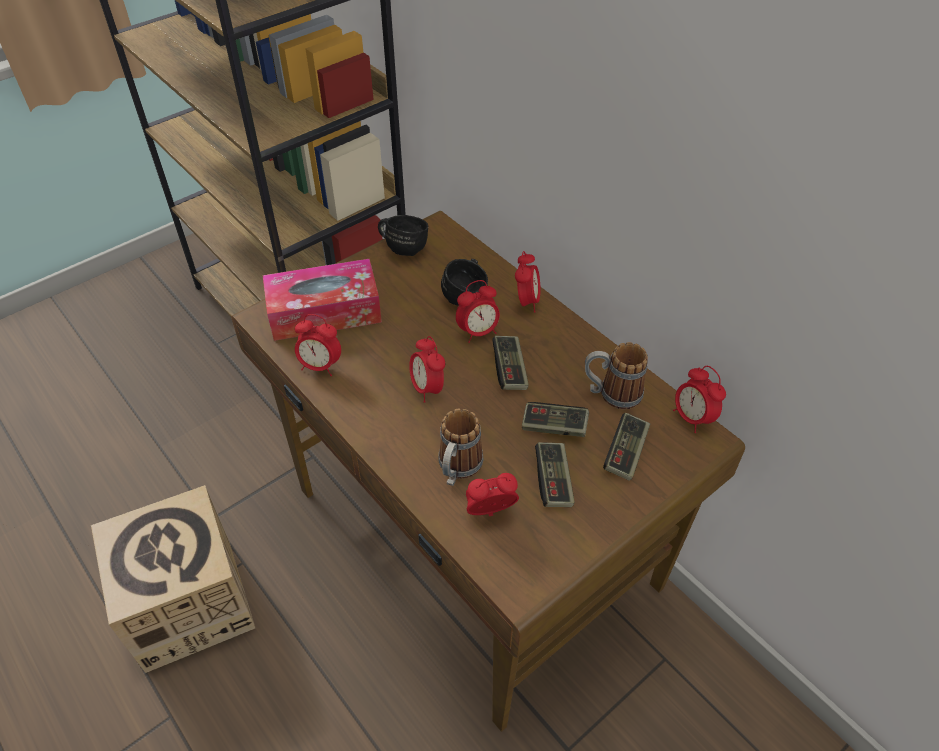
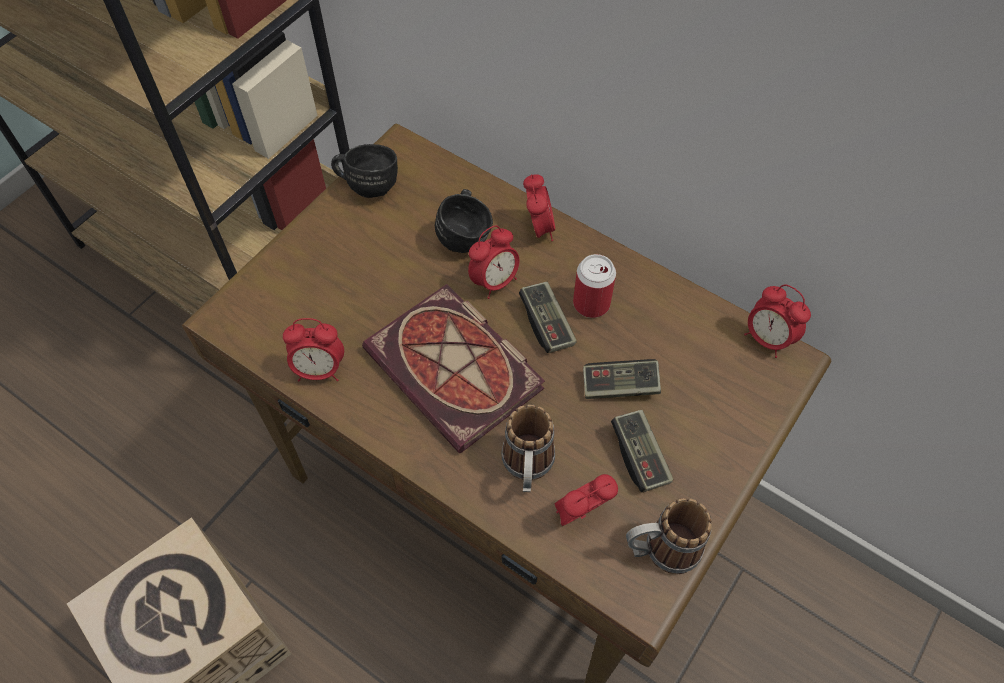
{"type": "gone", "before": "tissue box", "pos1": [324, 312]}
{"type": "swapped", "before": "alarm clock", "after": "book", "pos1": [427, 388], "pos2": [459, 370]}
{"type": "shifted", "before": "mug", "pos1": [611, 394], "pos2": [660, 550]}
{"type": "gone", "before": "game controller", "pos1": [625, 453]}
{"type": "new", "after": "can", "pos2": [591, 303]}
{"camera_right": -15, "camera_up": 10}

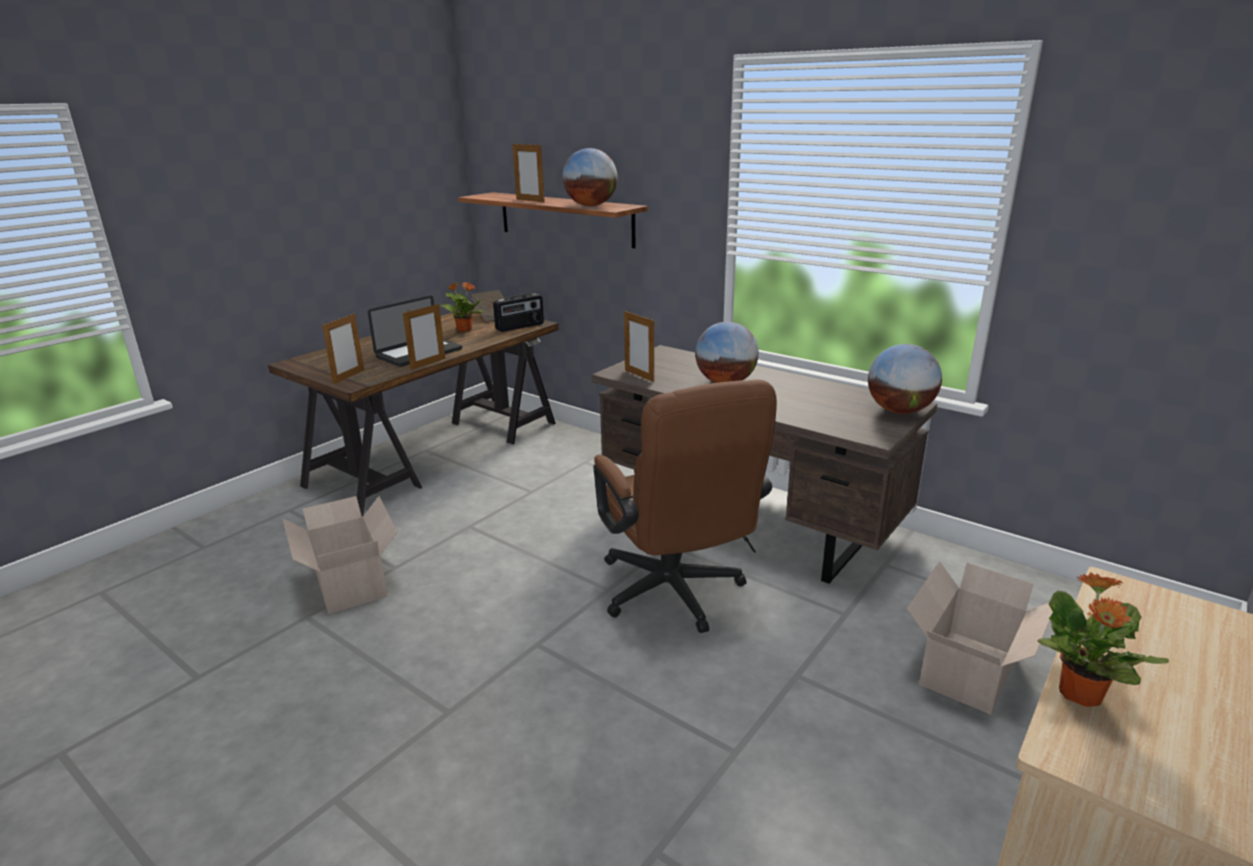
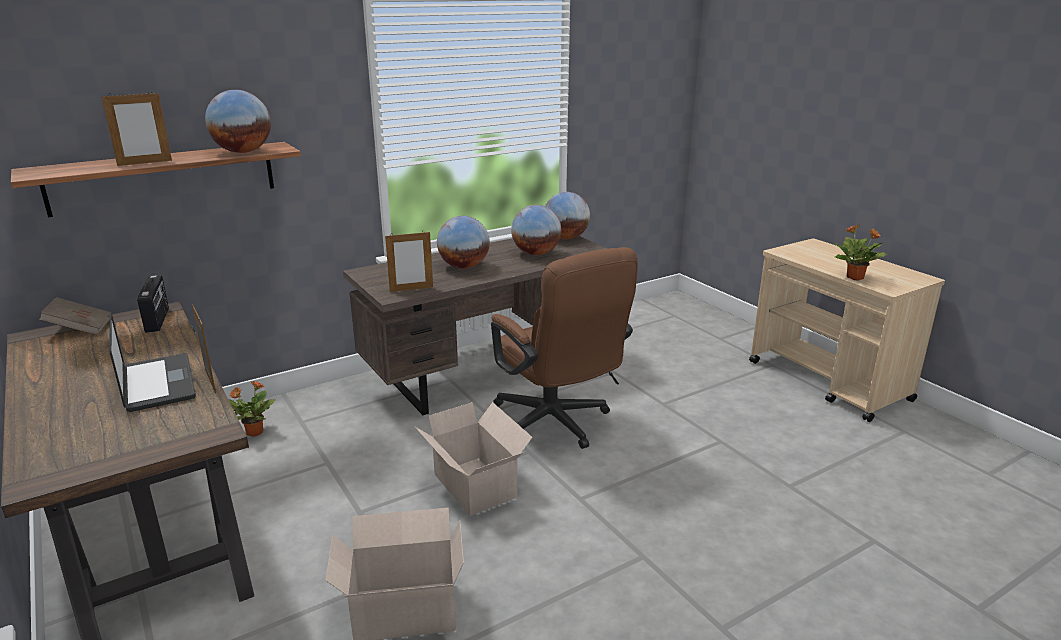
{"type": "shifted", "before": "potted plant", "pos1": [464, 330], "pos2": [254, 432]}
{"type": "gone", "before": "picture frame", "pos1": [349, 377]}
{"type": "rotated", "before": "office chair (brown)", "pos1": [676, 596], "pos2": [557, 424], "turn": 60}
{"type": "shifted", "before": "cardboard box", "pos1": [966, 672], "pos2": [475, 487]}
{"type": "new", "after": "globe", "pos2": [536, 253]}
{"camera_right": -70, "camera_up": 0}

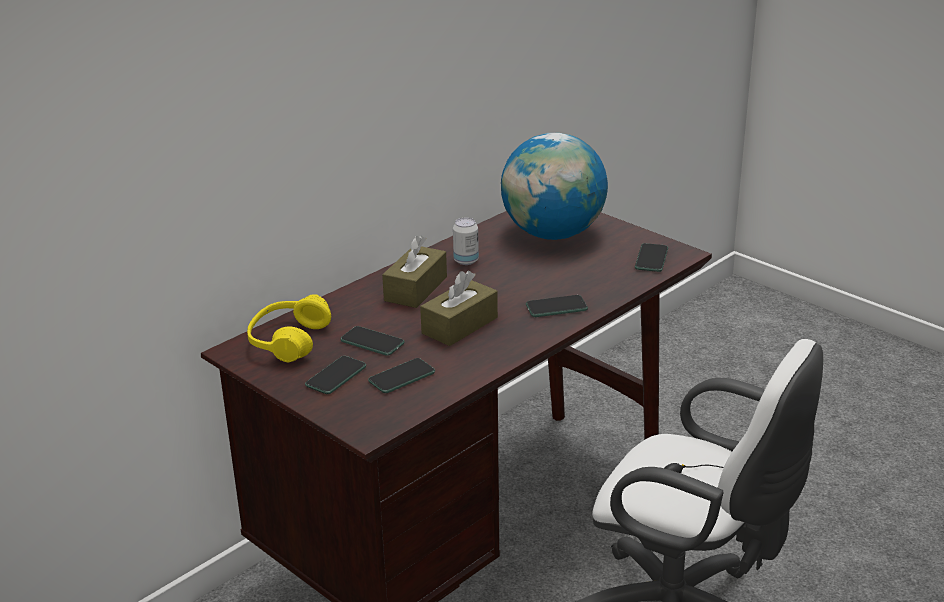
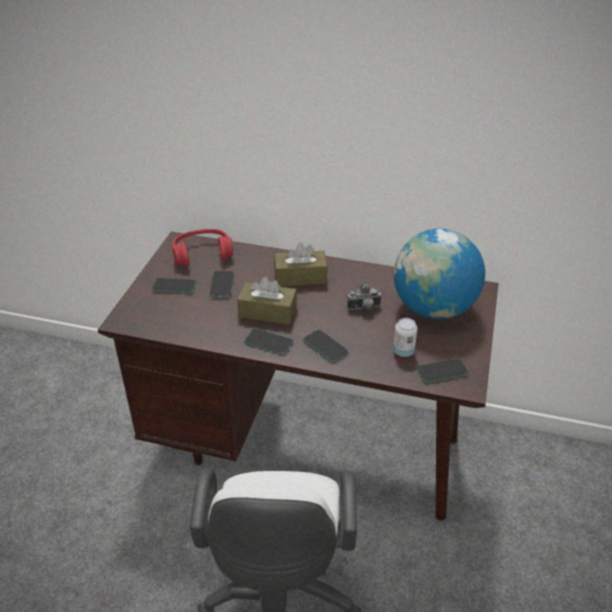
{"type": "shifted", "before": "can", "pos1": [466, 261], "pos2": [403, 351]}
{"type": "repainted", "before": "headphones (yellow)", "after": "headphones (red)", "pos1": [288, 341], "pos2": [202, 254]}
{"type": "shifted", "before": "phone", "pos1": [401, 377], "pos2": [269, 342]}
{"type": "new", "after": "photo camera", "pos2": [364, 308]}
{"camera_right": 60, "camera_up": 10}

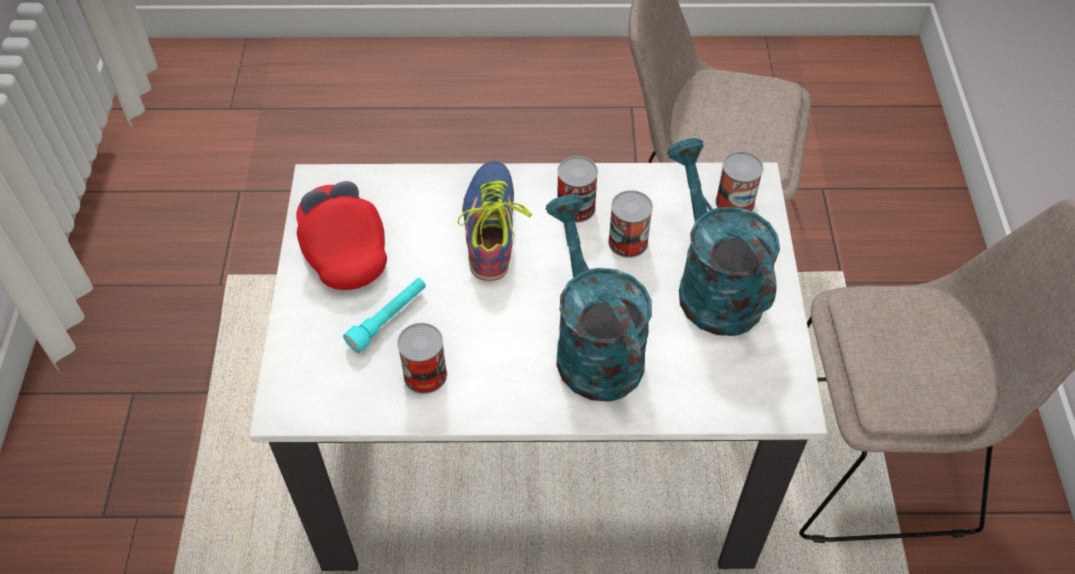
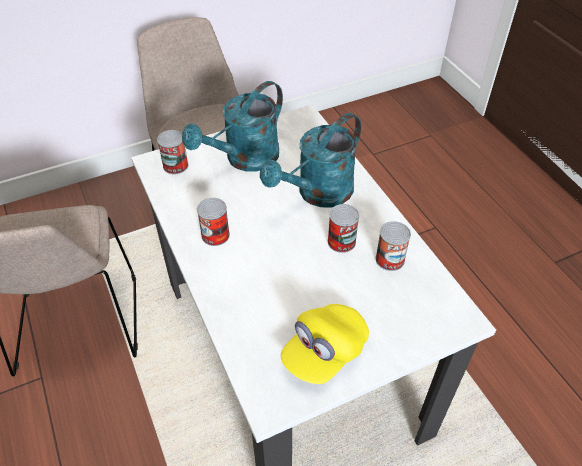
{"type": "gone", "before": "shoe", "pos1": [490, 227]}
{"type": "repainted", "before": "cap (red)", "after": "cap (yellow)", "pos1": [343, 249], "pos2": [324, 352]}
{"type": "shifted", "before": "can", "pos1": [628, 242], "pos2": [341, 241]}
{"type": "gone", "before": "flashlight (turquoise)", "pos1": [388, 319]}
{"camera_right": -115, "camera_up": -5}

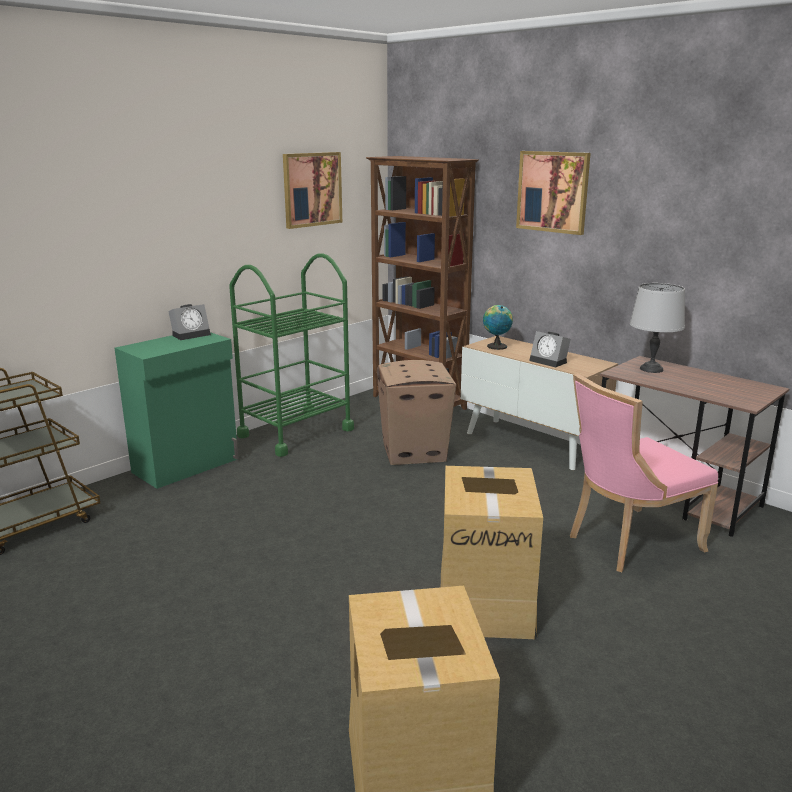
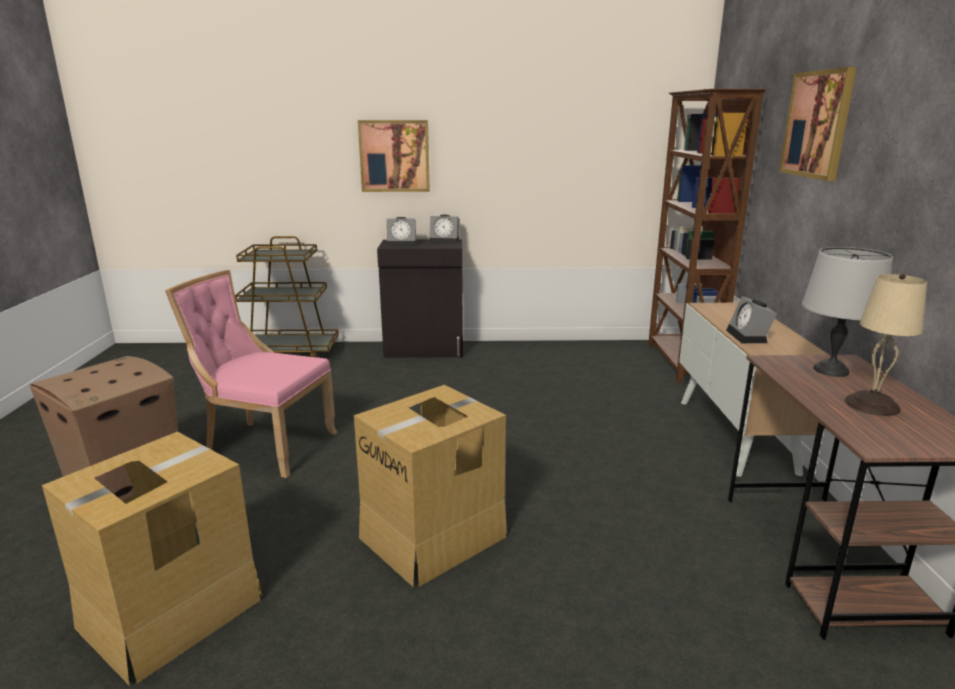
{"type": "shifted", "before": "picture", "pos1": [312, 189], "pos2": [394, 156]}
{"type": "gone", "before": "cart (green)", "pos1": [296, 432]}
{"type": "gone", "before": "globe", "pos1": [496, 346]}
{"type": "repainted", "before": "cabinet (green)", "after": "cabinet (black)", "pos1": [187, 466], "pos2": [425, 350]}
{"type": "shifted", "before": "cardboard box", "pos1": [414, 452], "pos2": [123, 483]}
{"type": "shifted", "before": "chair (pink)", "pos1": [629, 542], "pos2": [265, 445]}
{"type": "new", "after": "alarm clock", "pos2": [403, 244]}
{"type": "new", "after": "table lamp (beige)", "pos2": [871, 404]}
{"camera_right": 45, "camera_up": 0}

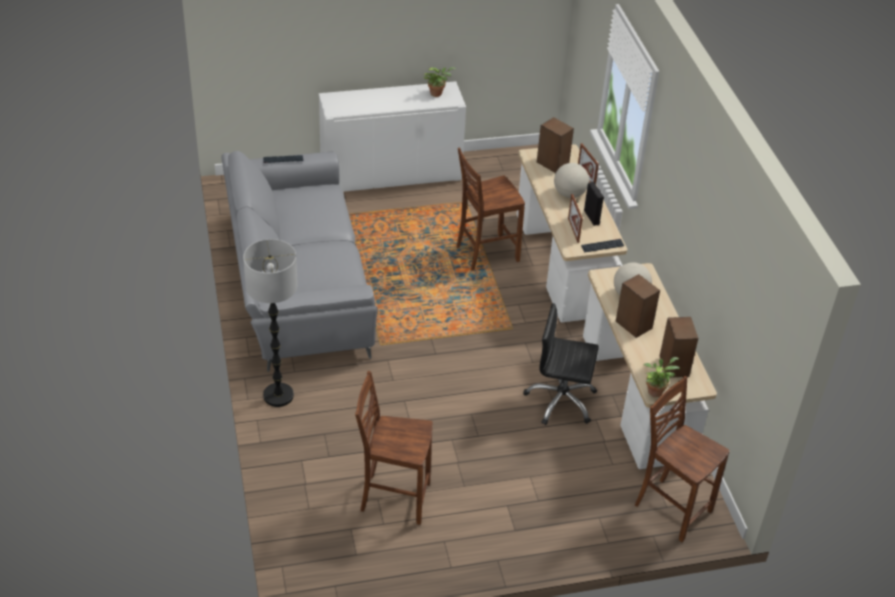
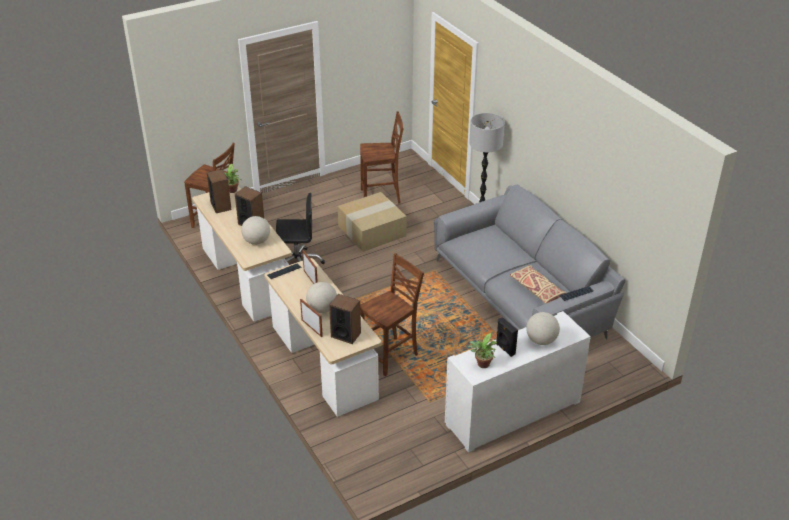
{"type": "shifted", "before": "speaker (black)", "pos1": [592, 217], "pos2": [505, 349]}
{"type": "new", "after": "cardboard box", "pos2": [372, 230]}
{"type": "new", "after": "pillow (beige)", "pos2": [537, 290]}
{"type": "new", "after": "globe", "pos2": [541, 340]}
{"camera_right": 165, "camera_up": -5}

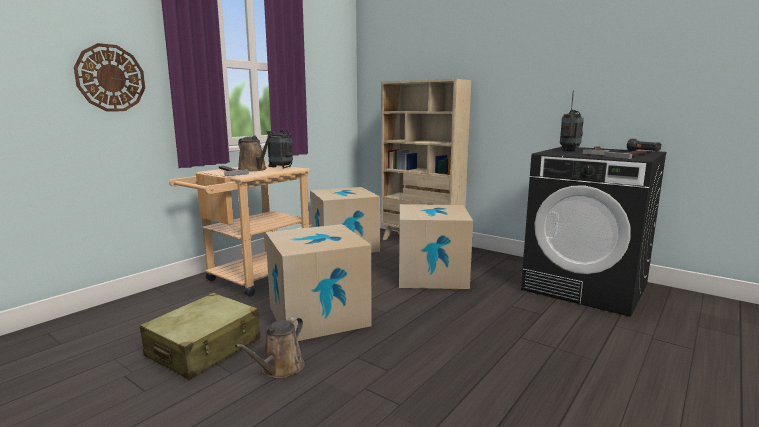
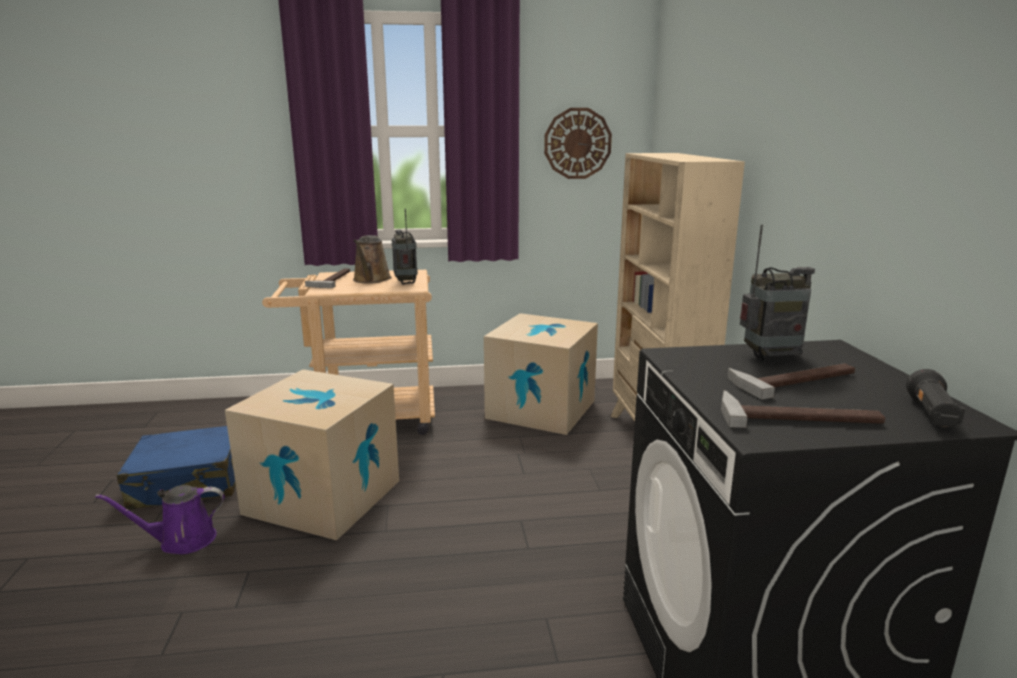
{"type": "shifted", "before": "wall clock", "pos1": [110, 78], "pos2": [577, 143]}
{"type": "gone", "before": "cardboard box", "pos1": [431, 275]}
{"type": "repainted", "before": "suitcase (beige)", "after": "suitcase (blue)", "pos1": [204, 348], "pos2": [190, 483]}
{"type": "repainted", "before": "watering can (brown)", "after": "watering can (purple)", "pos1": [280, 369], "pos2": [182, 541]}
{"camera_right": 45, "camera_up": 5}

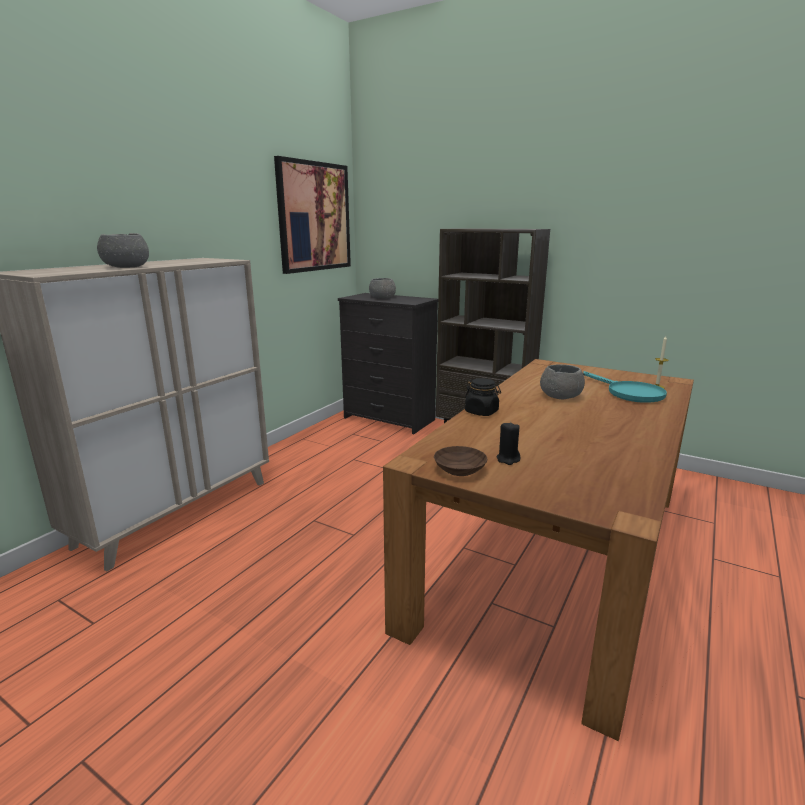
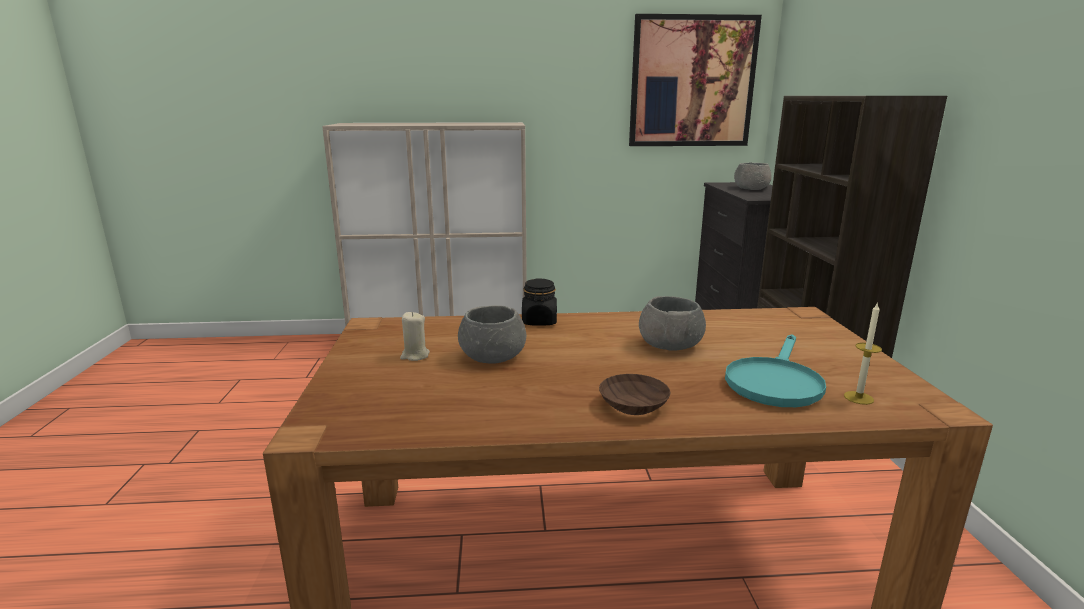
{"type": "shifted", "before": "bowl (grey)", "pos1": [127, 267], "pos2": [493, 356]}
{"type": "repainted", "before": "candle (black)", "after": "candle (beige)", "pos1": [508, 459], "pos2": [415, 356]}
{"type": "shifted", "before": "bowl (brown)", "pos1": [458, 469], "pos2": [631, 405]}
{"camera_right": 55, "camera_up": 0}

